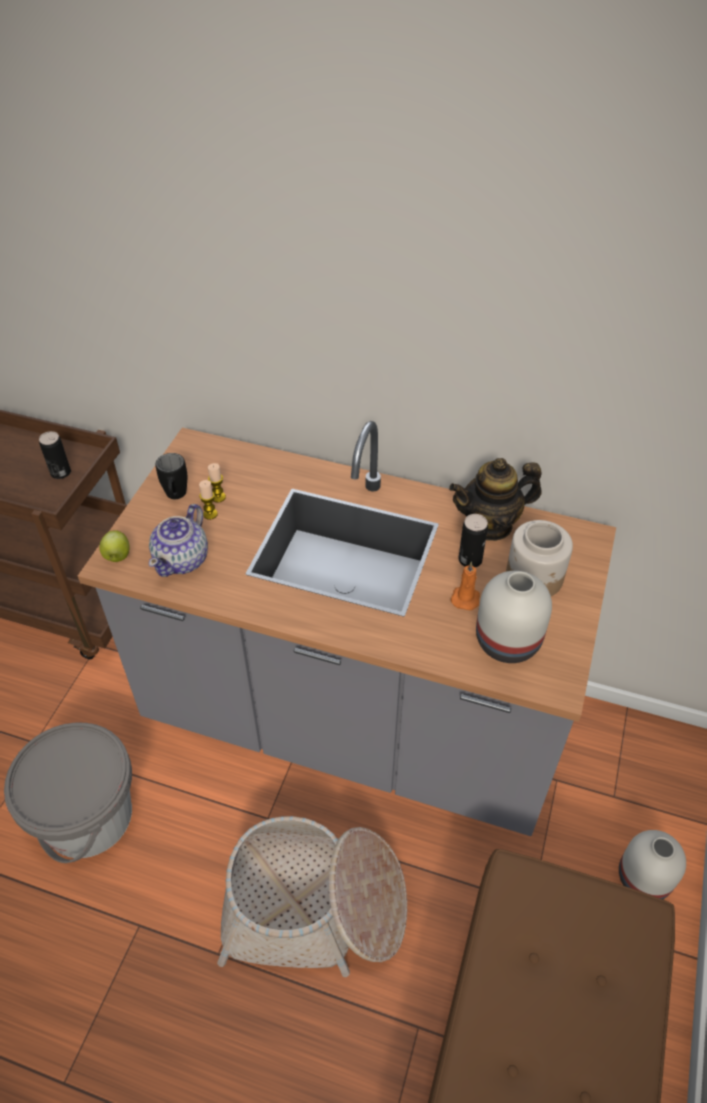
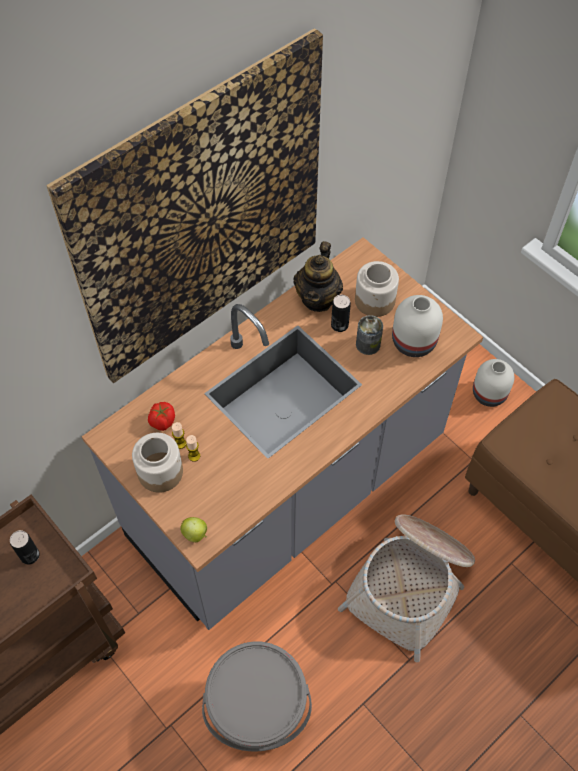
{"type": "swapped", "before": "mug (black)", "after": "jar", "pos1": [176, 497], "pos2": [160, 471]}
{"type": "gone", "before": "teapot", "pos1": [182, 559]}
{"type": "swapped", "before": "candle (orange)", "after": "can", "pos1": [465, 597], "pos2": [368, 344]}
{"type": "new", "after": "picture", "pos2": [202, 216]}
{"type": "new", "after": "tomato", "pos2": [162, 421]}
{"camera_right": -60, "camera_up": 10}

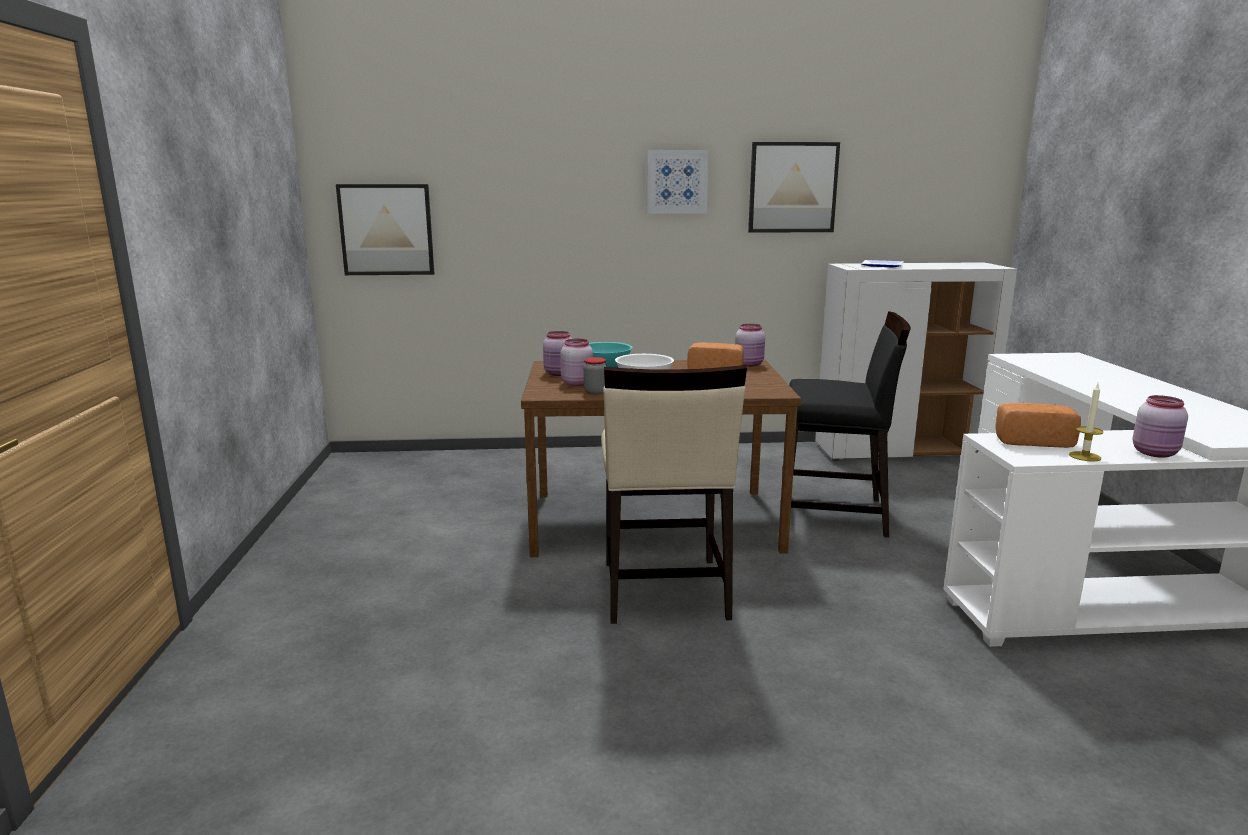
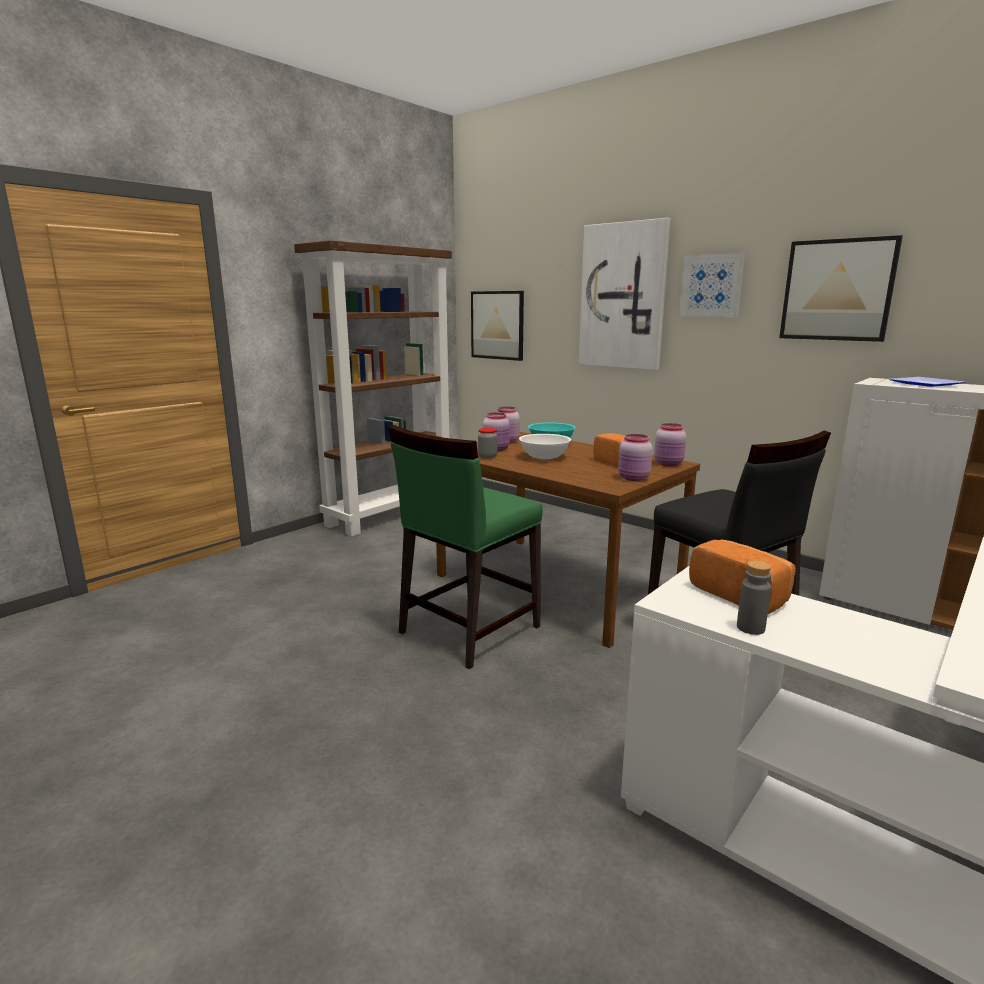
{"type": "repainted", "before": "chair (beige)", "after": "chair (green)", "pos1": [663, 590], "pos2": [468, 629]}
{"type": "swapped", "before": "candle", "after": "bottle (grey)", "pos1": [1084, 456], "pos2": [750, 628]}
{"type": "shifted", "before": "jar (pink)", "pos1": [1156, 453], "pos2": [634, 478]}
{"type": "new", "after": "picture", "pos2": [623, 296]}
{"type": "new", "after": "bookcase (brown)", "pos2": [390, 513]}
{"camera_right": 45, "camera_up": 0}

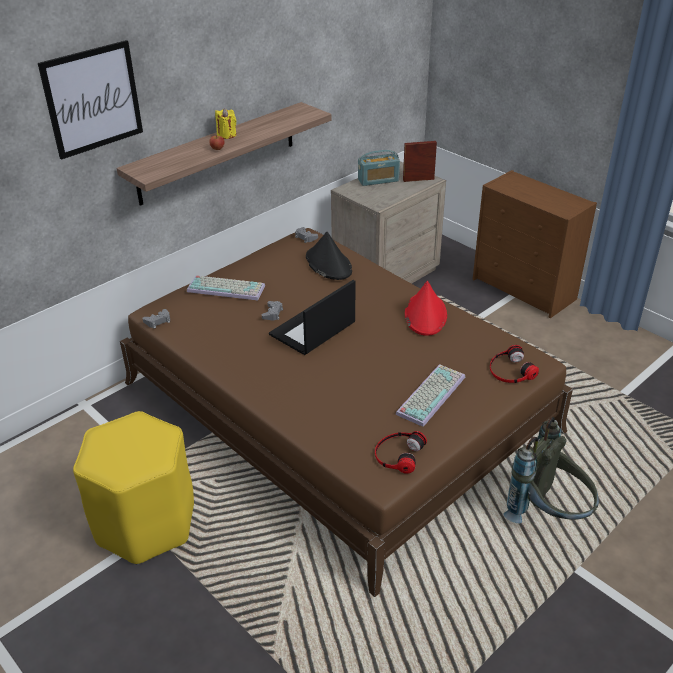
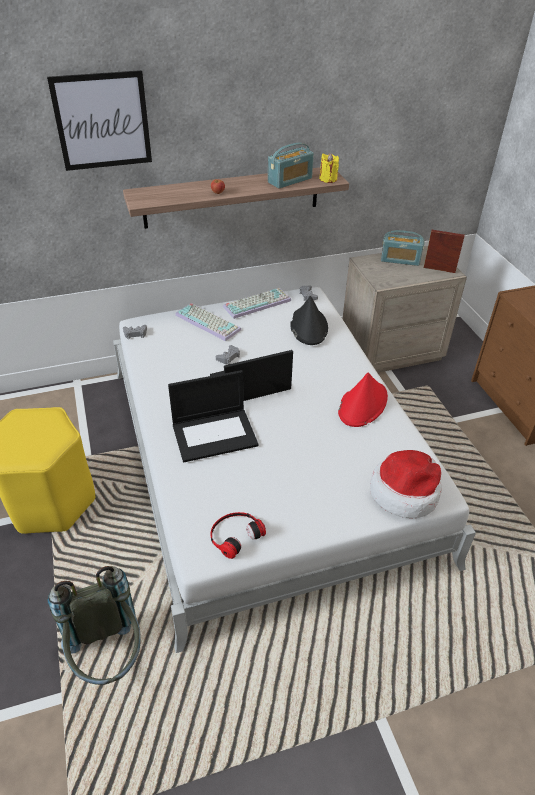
{"type": "shifted", "before": "candle (yellow)", "pos1": [226, 135], "pos2": [328, 179]}
{"type": "repainted", "before": "bed (brown)", "after": "bed (white)", "pos1": [337, 406], "pos2": [266, 459]}
{"type": "swapped", "before": "headphones", "after": "hat", "pos1": [510, 370], "pos2": [404, 492]}
{"type": "shifted", "before": "keyboard", "pos1": [430, 394], "pos2": [257, 303]}
{"type": "shifted", "before": "backpack (grey)", "pos1": [548, 515], "pos2": [108, 658]}
{"type": "new", "after": "radio", "pos2": [290, 180]}
{"type": "new", "after": "laptop", "pos2": [215, 434]}
{"camera_right": 25, "camera_up": 5}

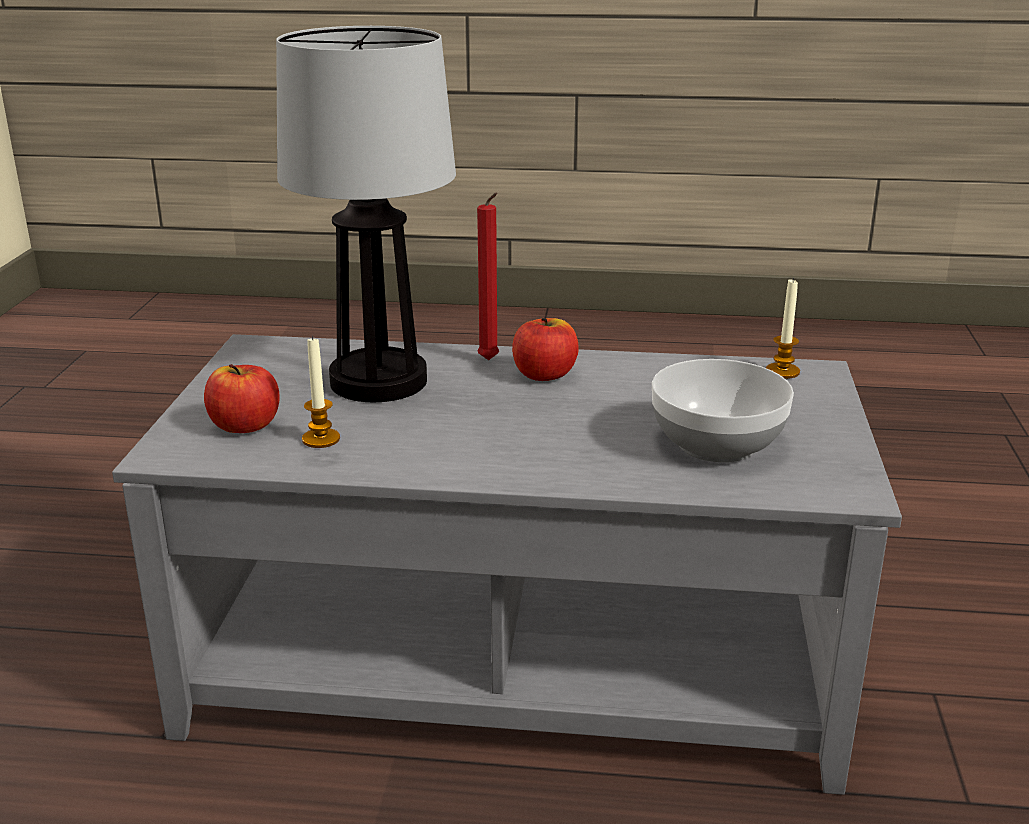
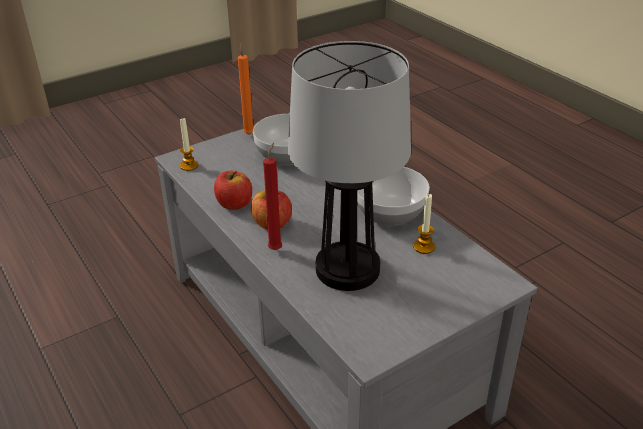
{"type": "shifted", "before": "apple", "pos1": [245, 426], "pos2": [234, 204]}
{"type": "new", "after": "candle (orange)", "pos2": [249, 133]}
{"type": "new", "after": "bowl", "pos2": [391, 213]}
{"camera_right": -130, "camera_up": 10}

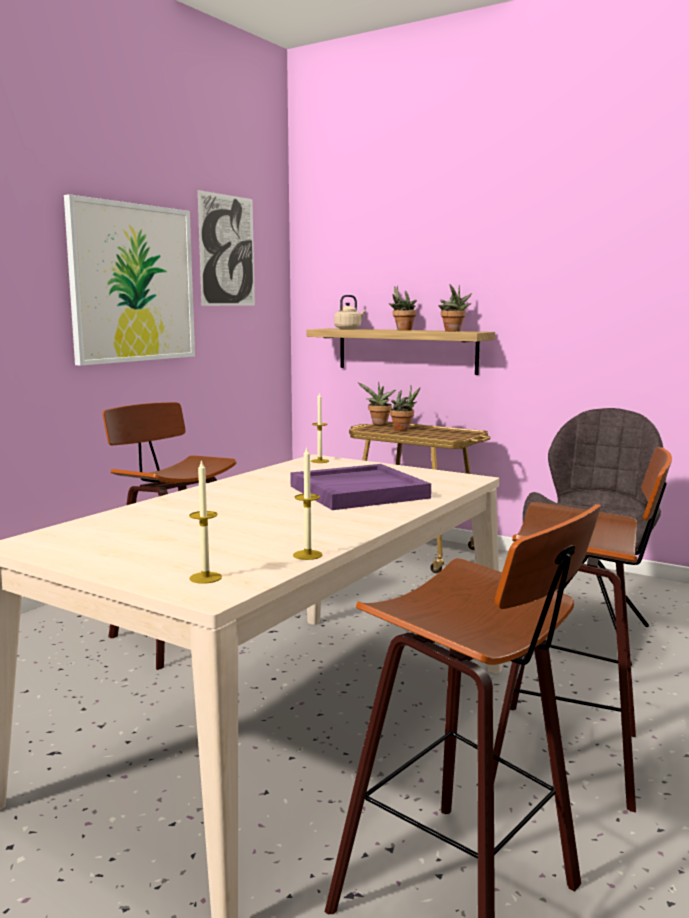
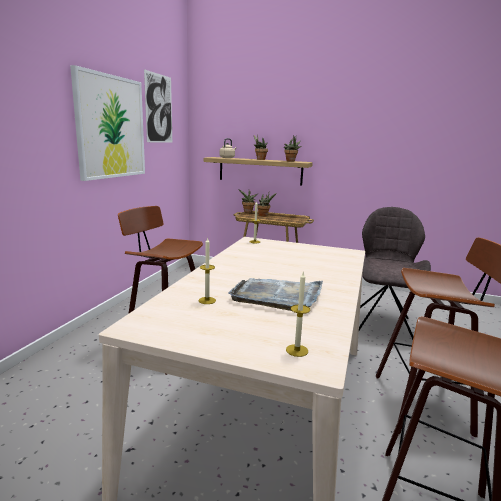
{"type": "shifted", "before": "candle", "pos1": [307, 555], "pos2": [207, 300]}
{"type": "gone", "before": "tray (purple)", "pos1": [359, 491]}
{"type": "new", "after": "tray (grey)", "pos2": [277, 295]}
{"camera_right": -15, "camera_up": 5}

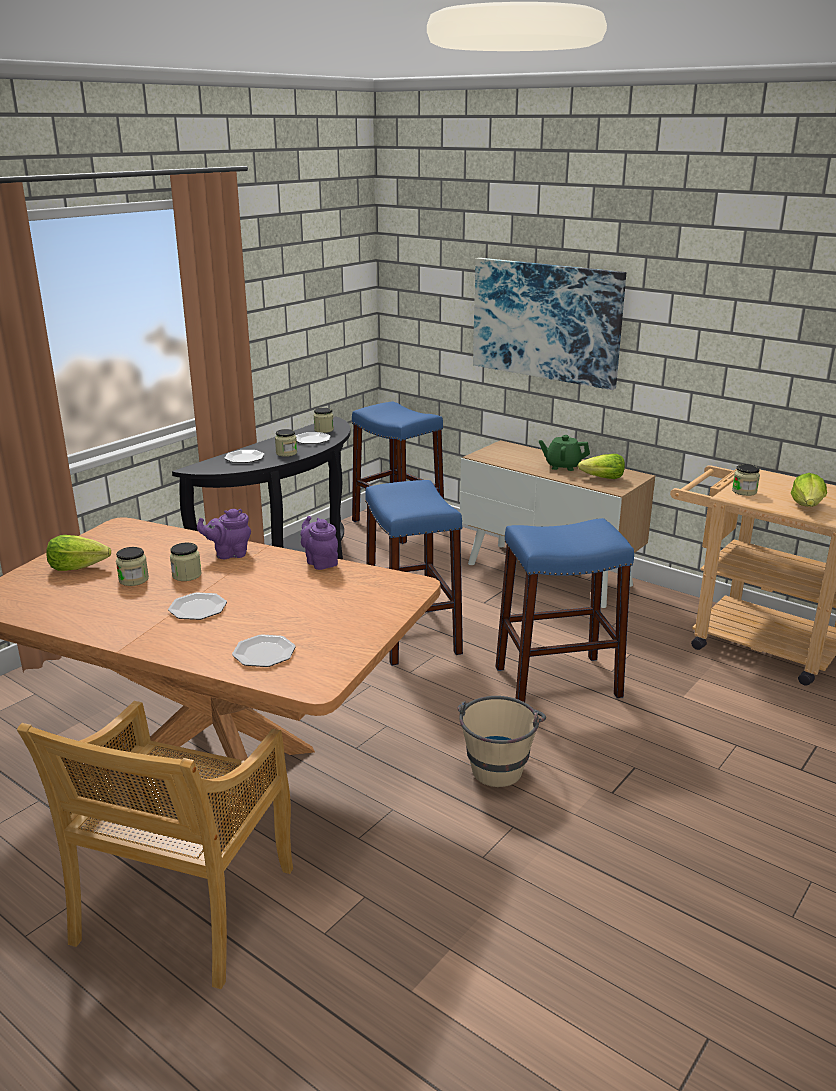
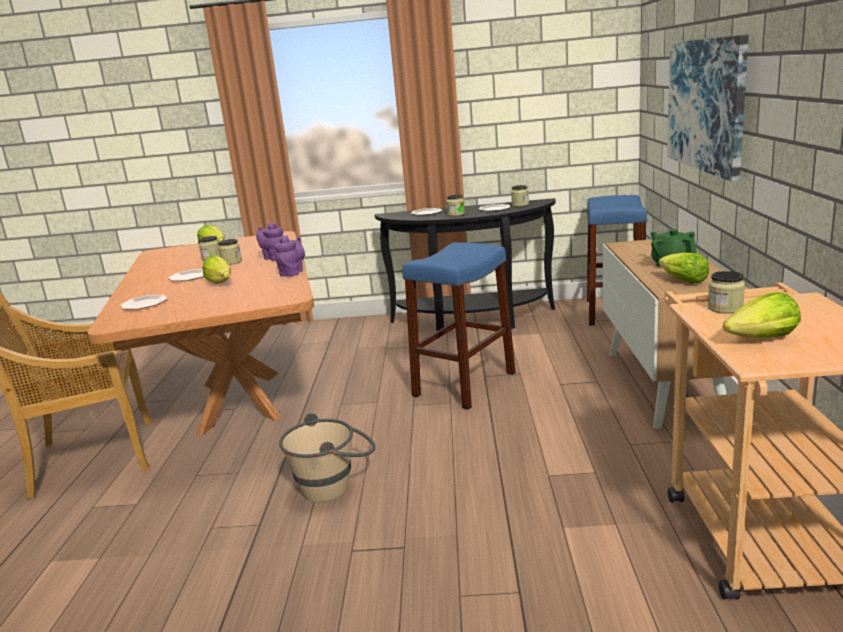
{"type": "gone", "before": "stool (blue)", "pos1": [557, 682]}
{"type": "new", "after": "lettuce", "pos2": [221, 283]}
{"camera_right": 55, "camera_up": -5}

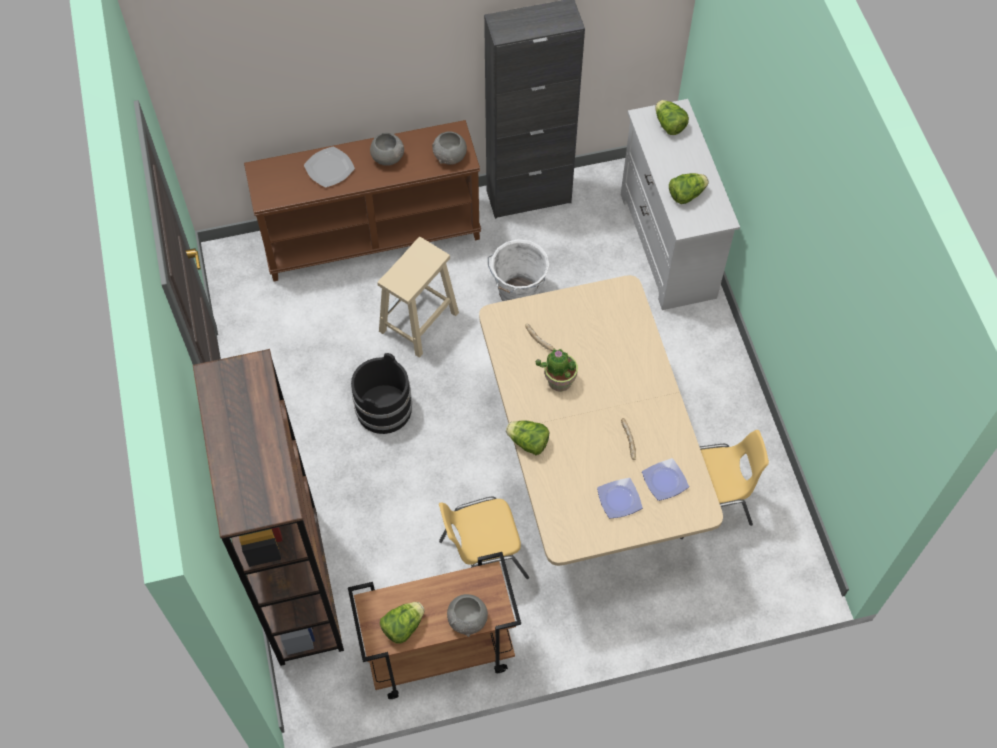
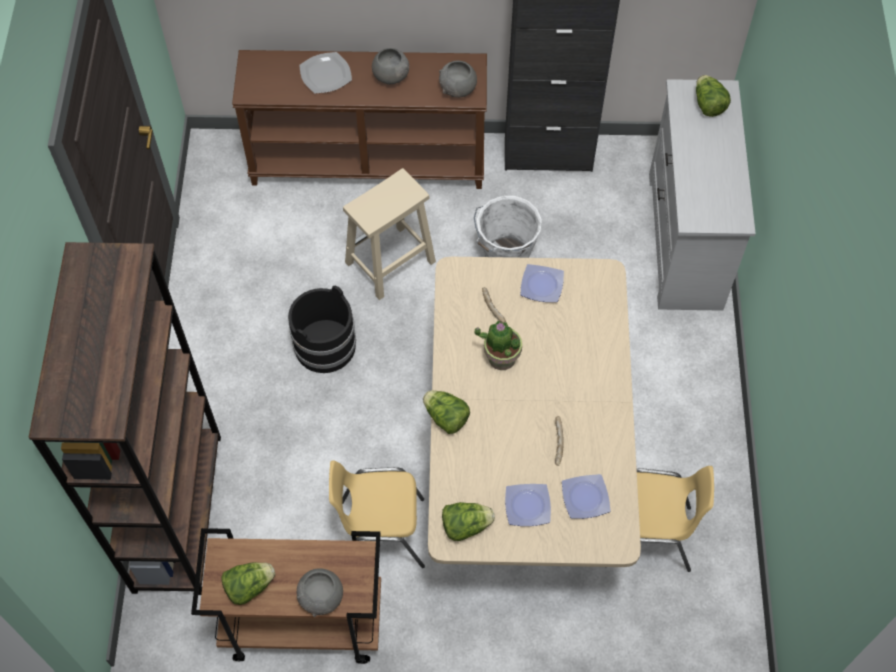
{"type": "shifted", "before": "lettuce", "pos1": [686, 195], "pos2": [465, 526]}
{"type": "new", "after": "plate", "pos2": [542, 285]}
{"camera_right": 15, "camera_up": 0}

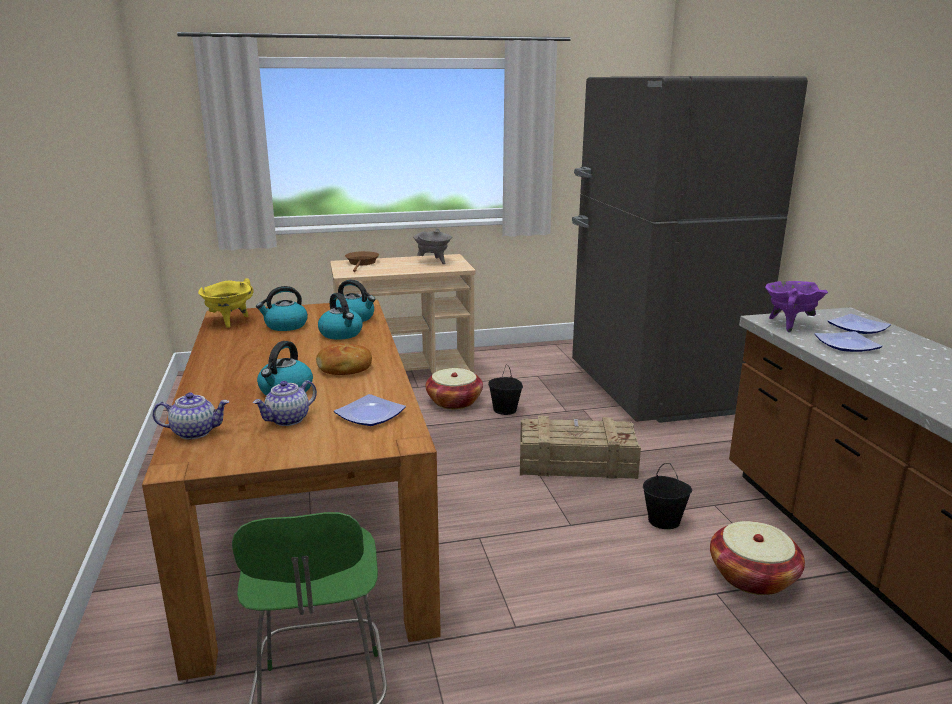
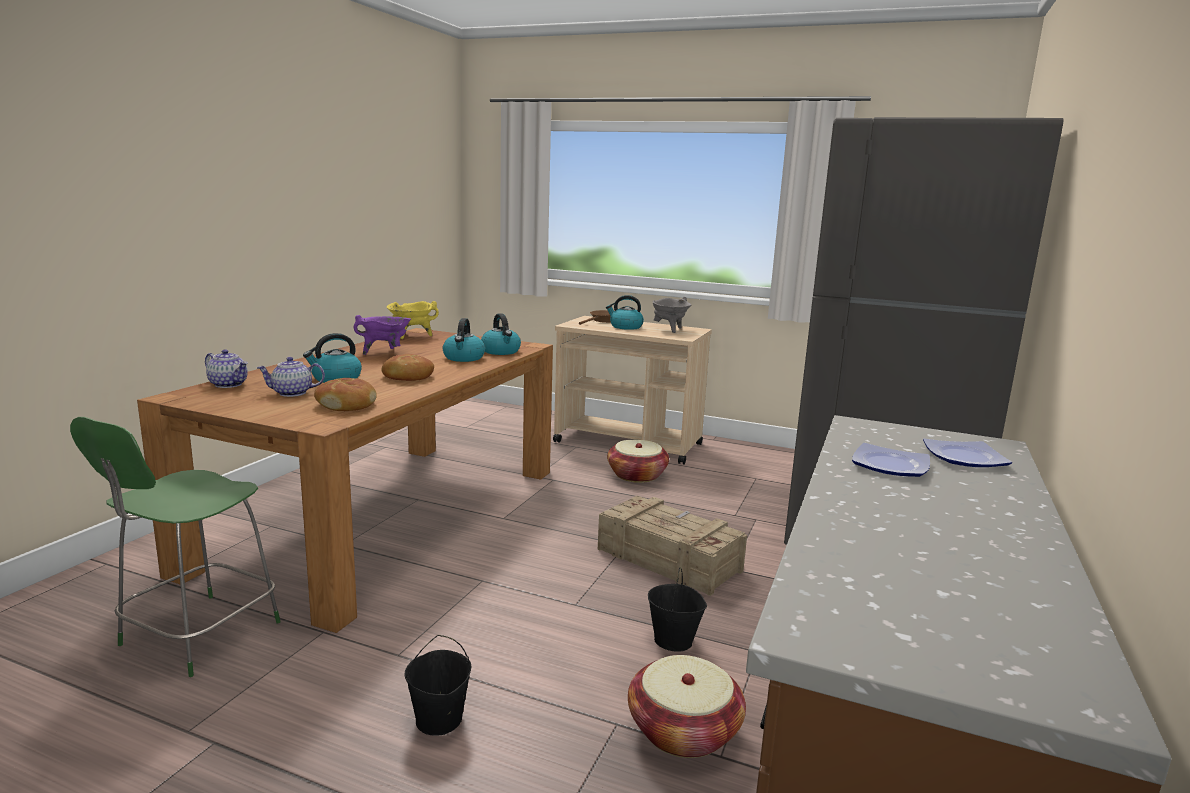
{"type": "shifted", "before": "cooking pot (purple)", "pos1": [789, 324], "pos2": [385, 353]}
{"type": "shifted", "before": "kettle", "pos1": [285, 326], "pos2": [625, 327]}
{"type": "shifted", "before": "bucket (black)", "pos1": [505, 410], "pos2": [439, 720]}
{"type": "swapped", "before": "plate", "after": "bread", "pos1": [370, 414], "pos2": [346, 404]}
{"camera_right": 35, "camera_up": -5}

